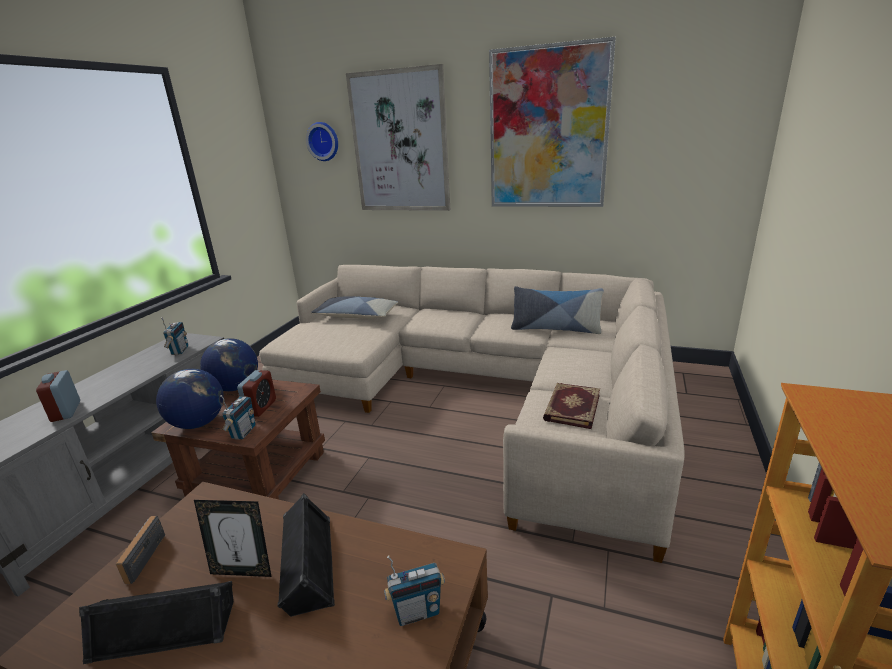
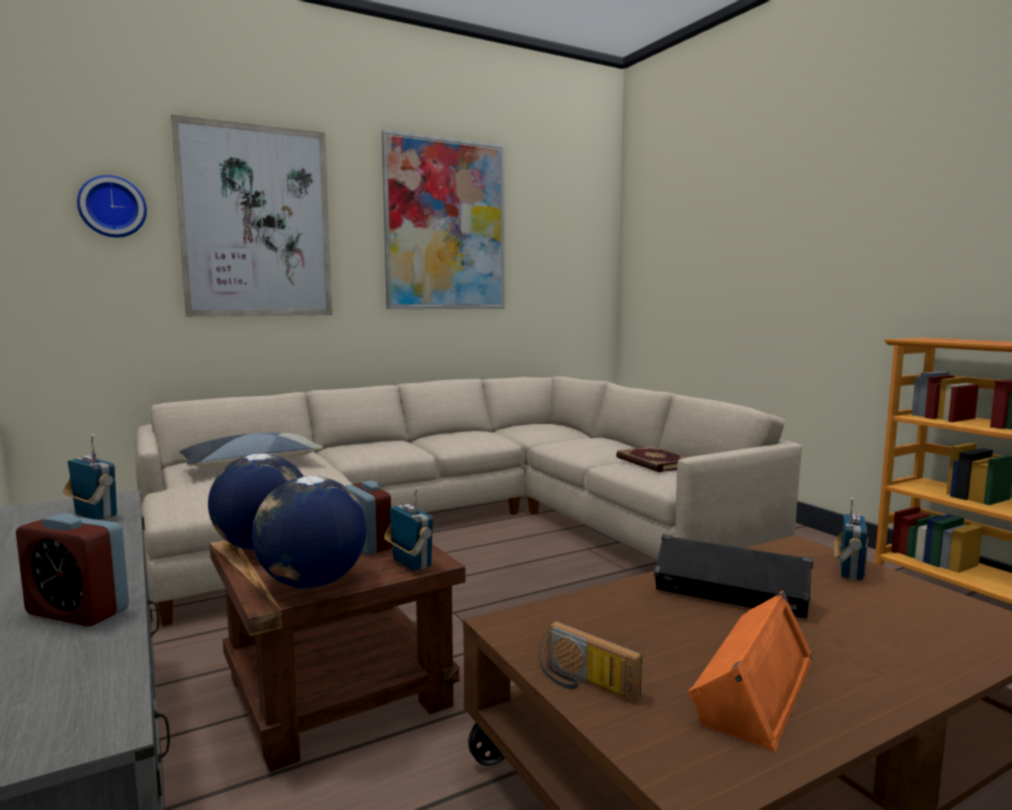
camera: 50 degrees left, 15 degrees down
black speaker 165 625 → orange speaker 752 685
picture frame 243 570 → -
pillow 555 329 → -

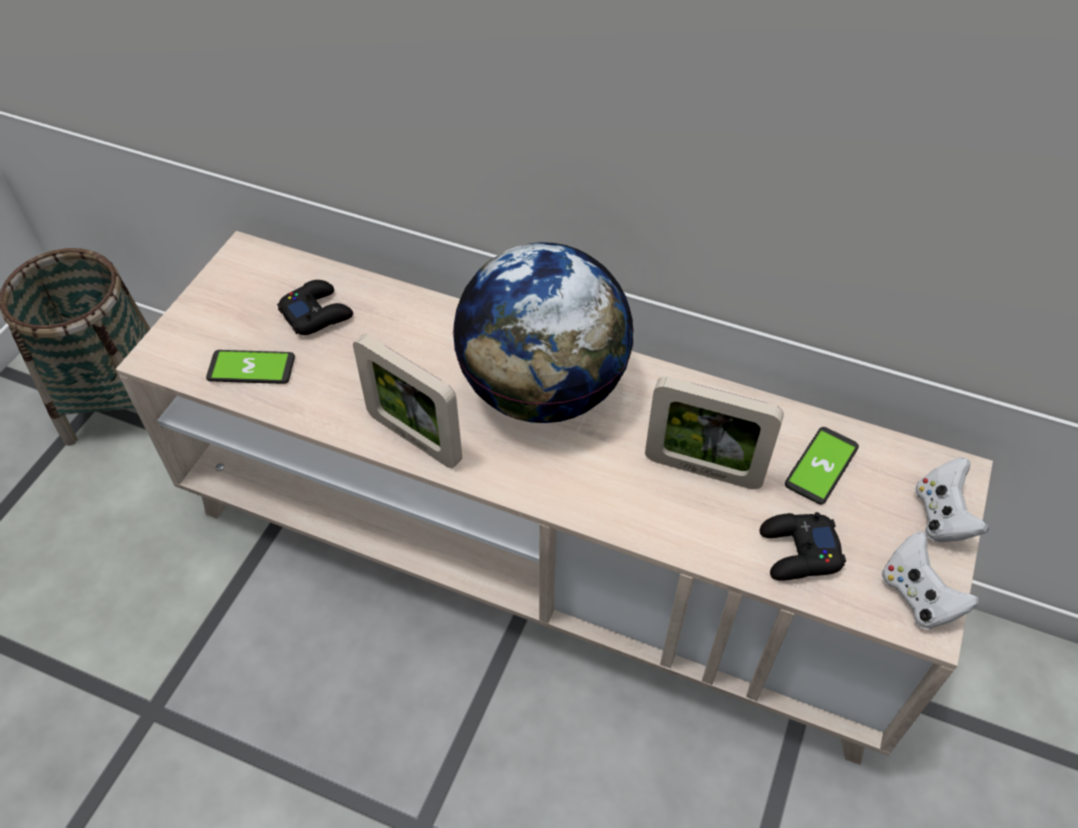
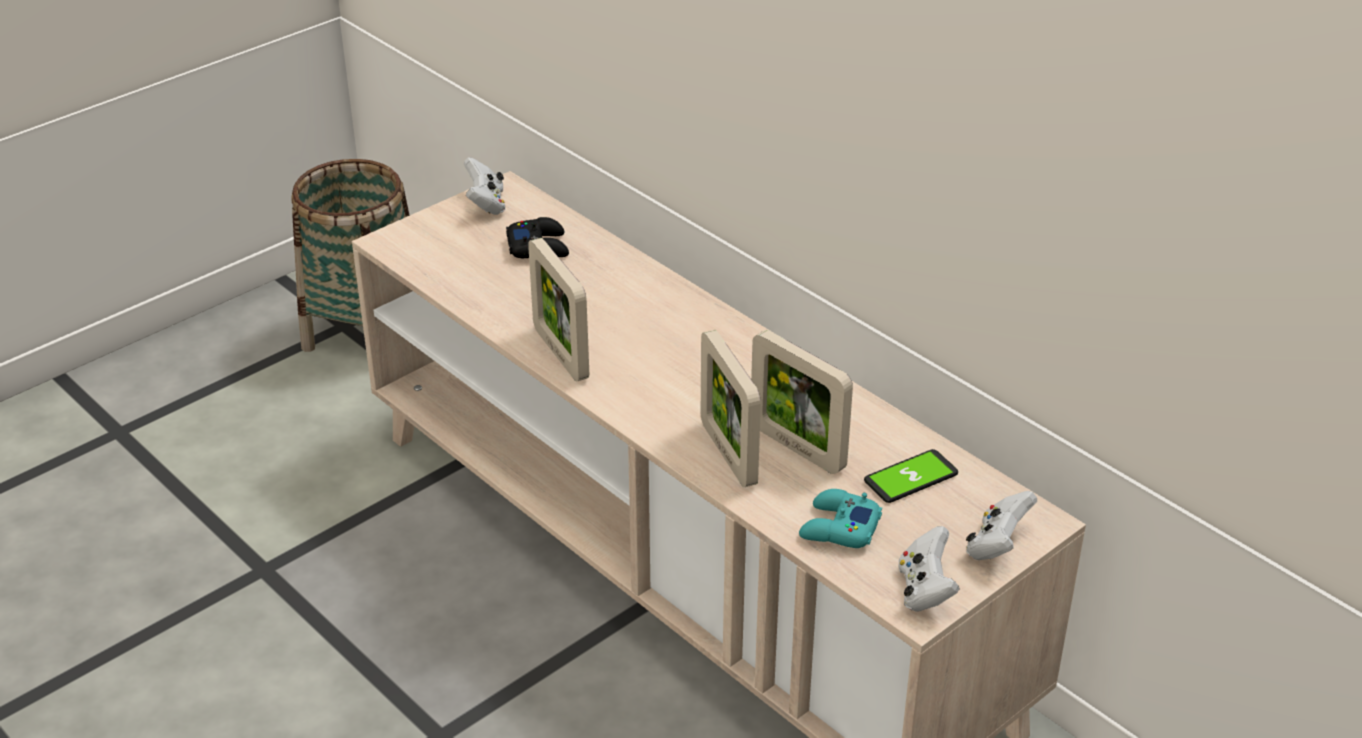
camera: 25 degrees right, 15 degrees down
- → white game controller 486 204
- → picture frame 728 454
black game controller 798 552 → turquoise game controller 838 528
phone 251 368 → -
globe 542 390 → -

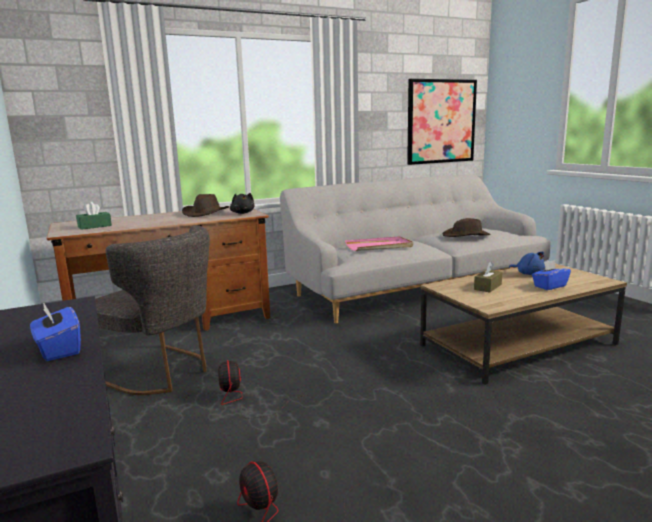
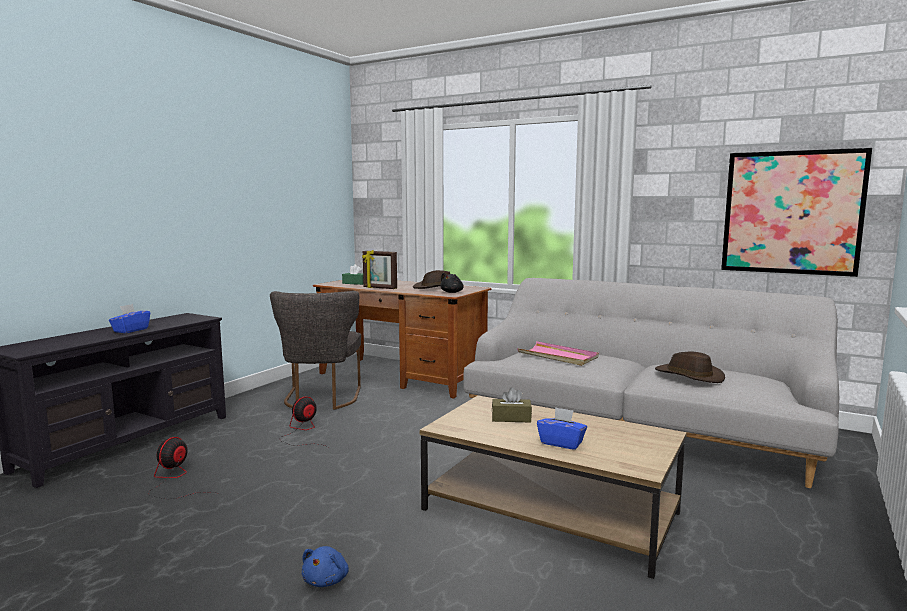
camera: 55 degrees right, 5 degrees down
blue plush toy 528 274 → blue plush toy 327 580, shifted
- → picture frame 379 288

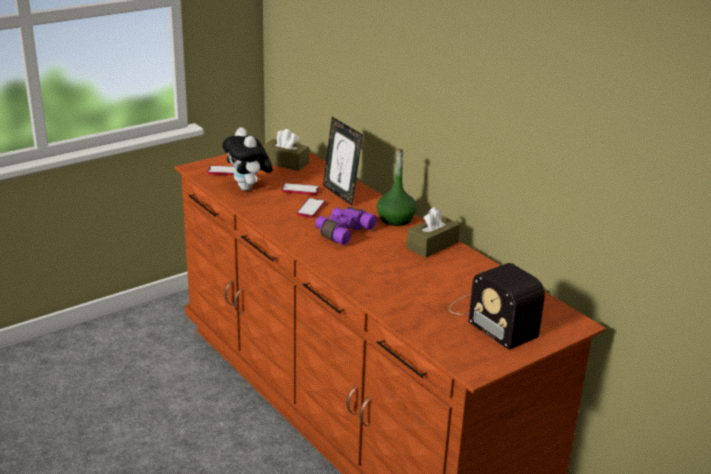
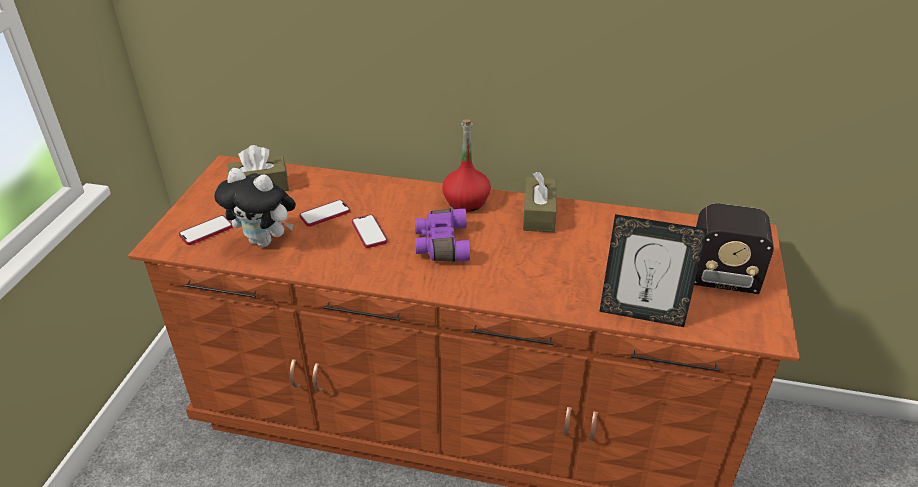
camera: 40 degrees left, 10 degrees up
green bottle 396 219 → red bottle 466 201
picture frame 341 194 → picture frame 641 314, shifted

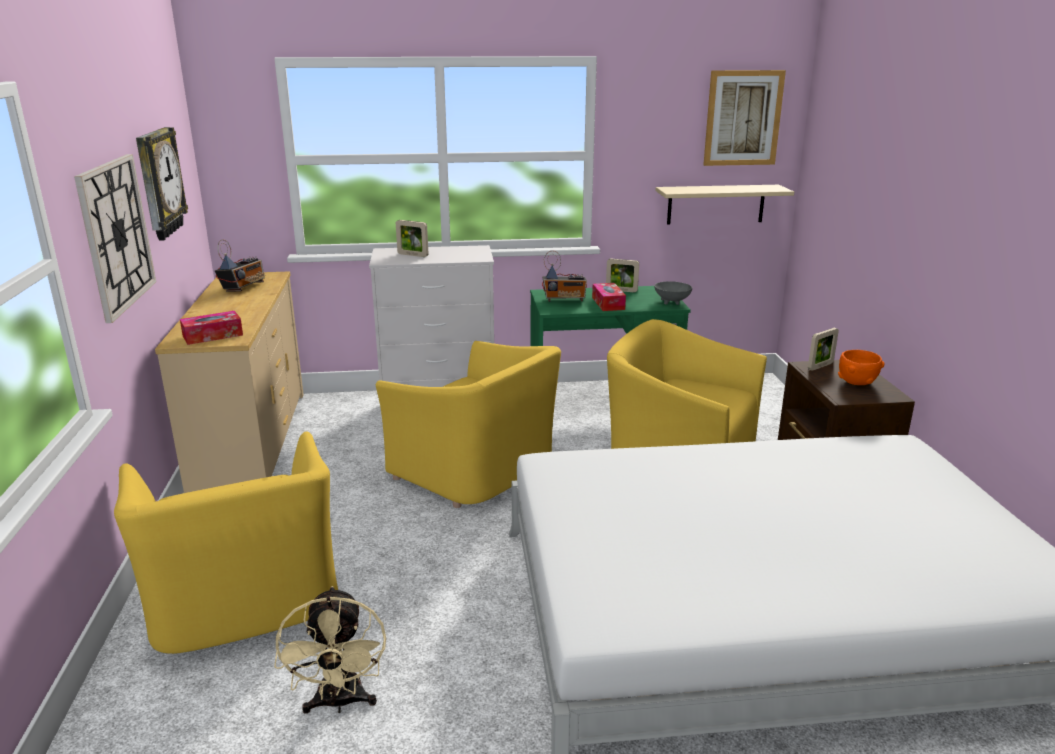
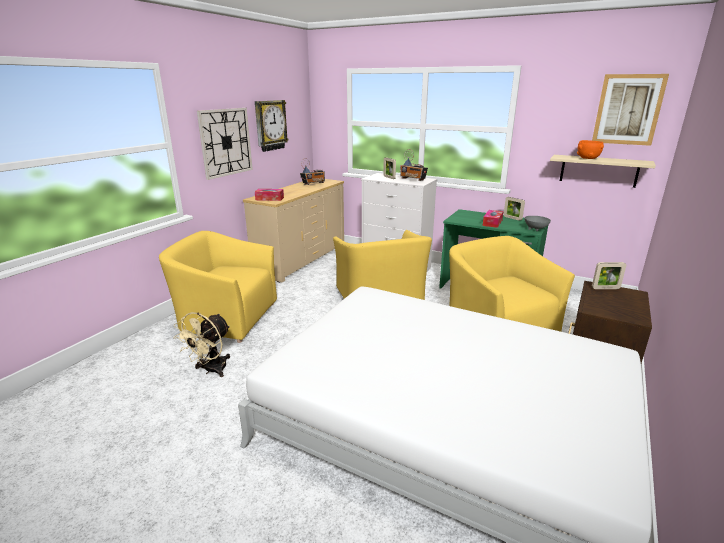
camera: 35 degrees right, 0 degrees up
yellow armchair 244 600 → yellow armchair 227 318, 90 degrees clockwise
radio 564 300 → radio 413 179, shifted
orange bowl 856 382 → orange bowl 588 158, shifted

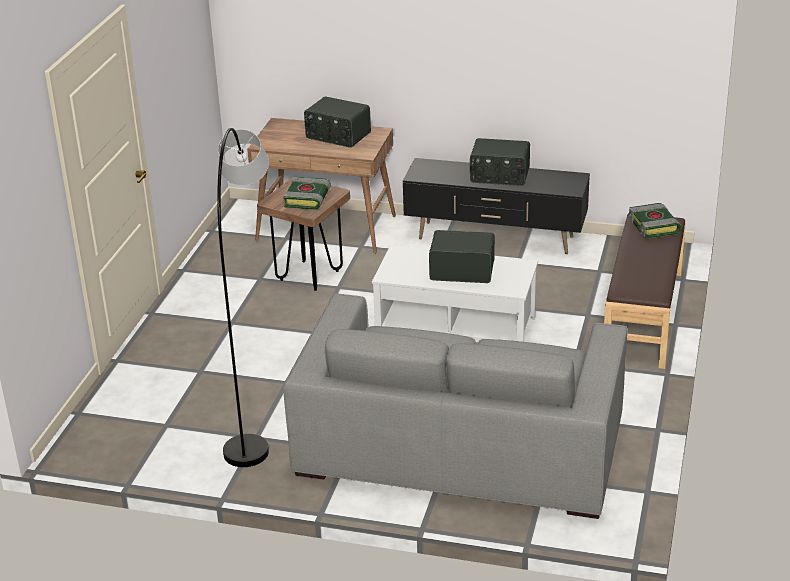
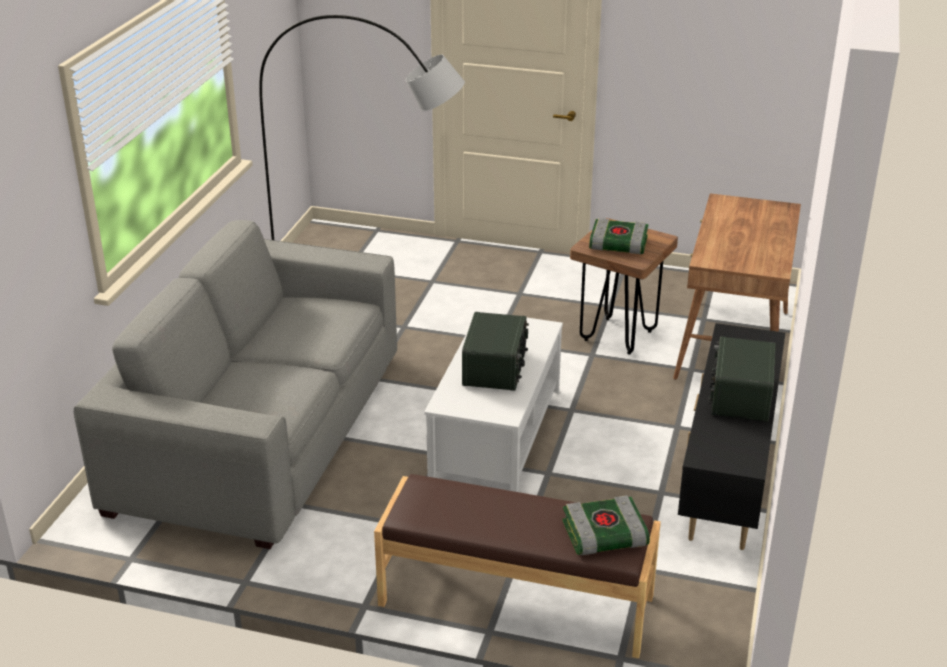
camera: 90 degrees right, 0 degrees up
radio 337 136 → -

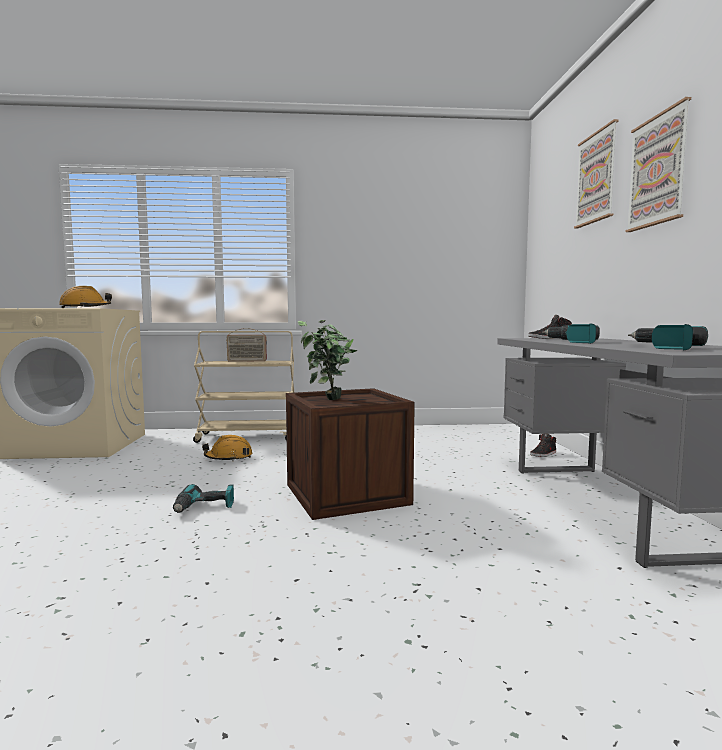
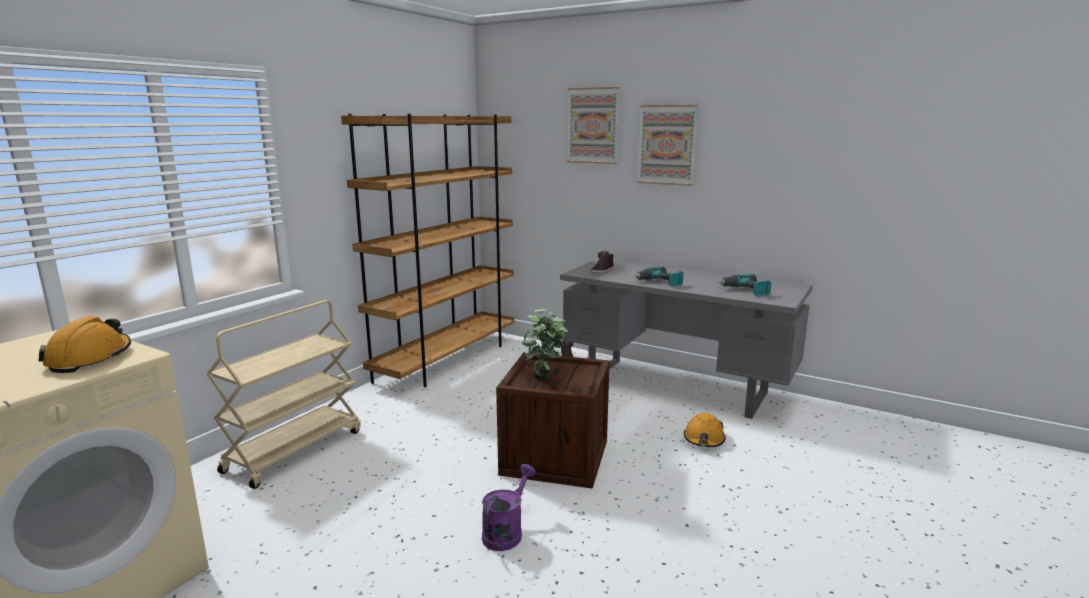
camera: 55 degrees left, 10 degrees up
- → brown bookcase 447 360
power drill 204 507 → purple watering can 506 532
orange hard hat 228 458 → orange hard hat 704 439, shifted
radio 247 361 → -

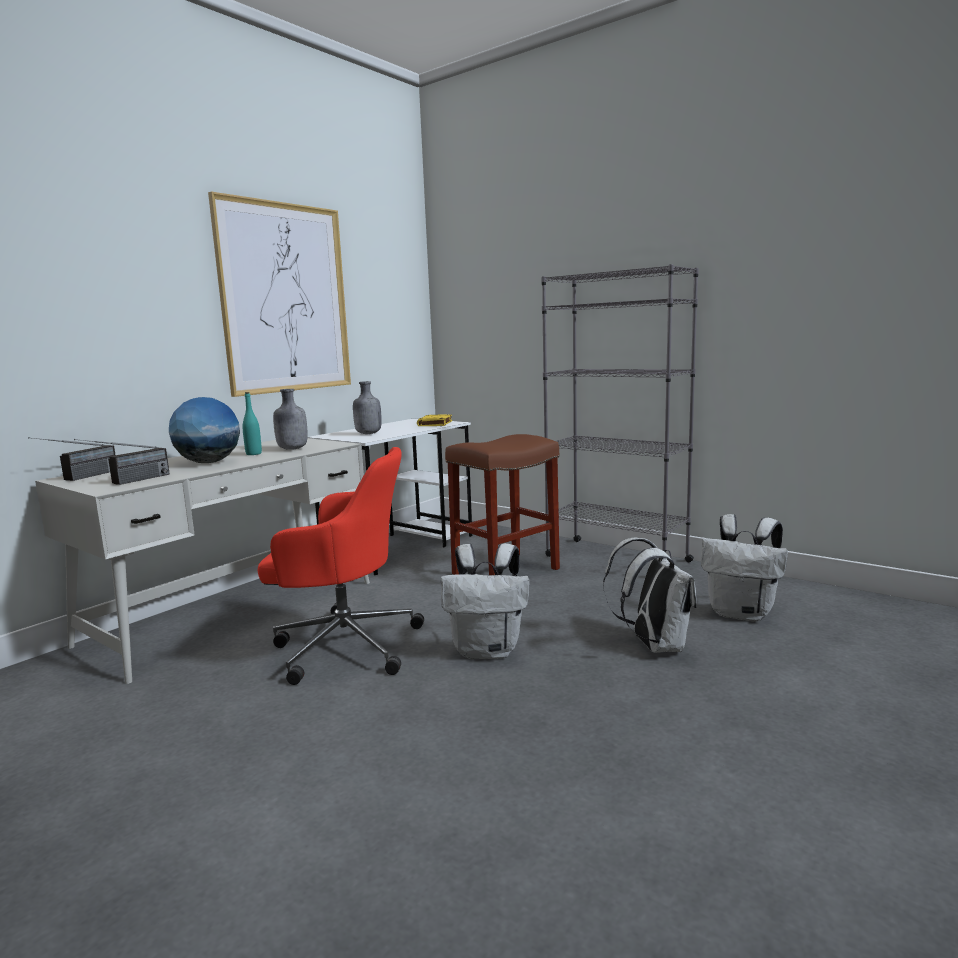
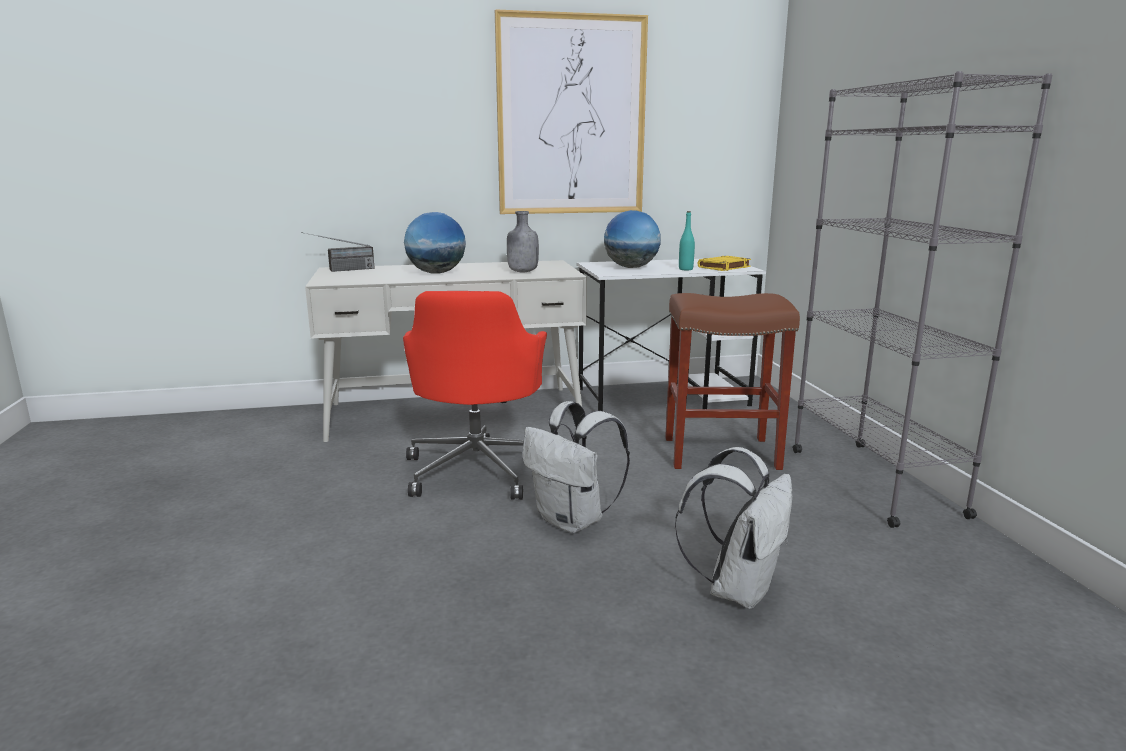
camera: 40 degrees right, 5 degrees up
red office chair 343 645 → red office chair 478 468, 45 degrees clockwise
grey bottle 368 433 → globe 631 267
turquoise bottle 253 454 → turquoise bottle 685 269, shifted
radio 128 482 → -
white backpack 742 613 → -

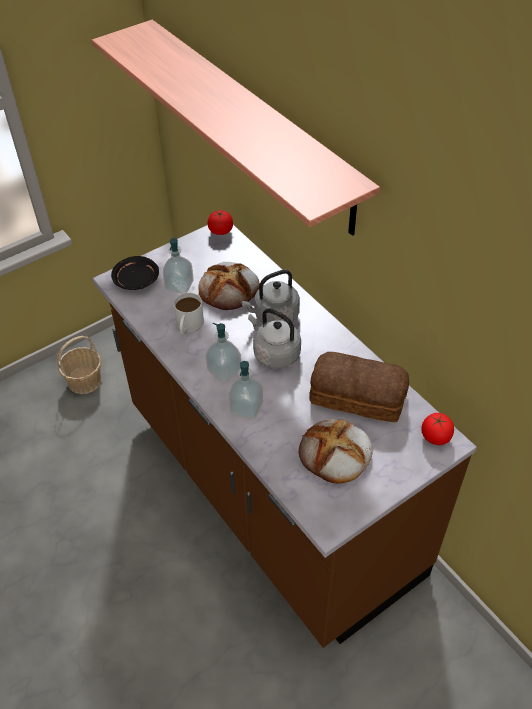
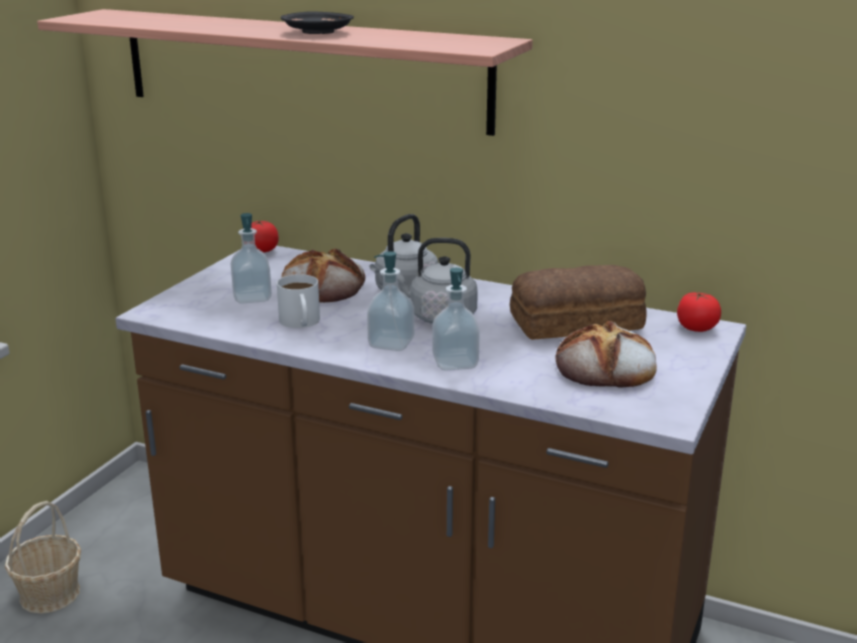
camera: 30 degrees left, 25 degrees down
black plate 136 280 → black plate 318 33, shifted

